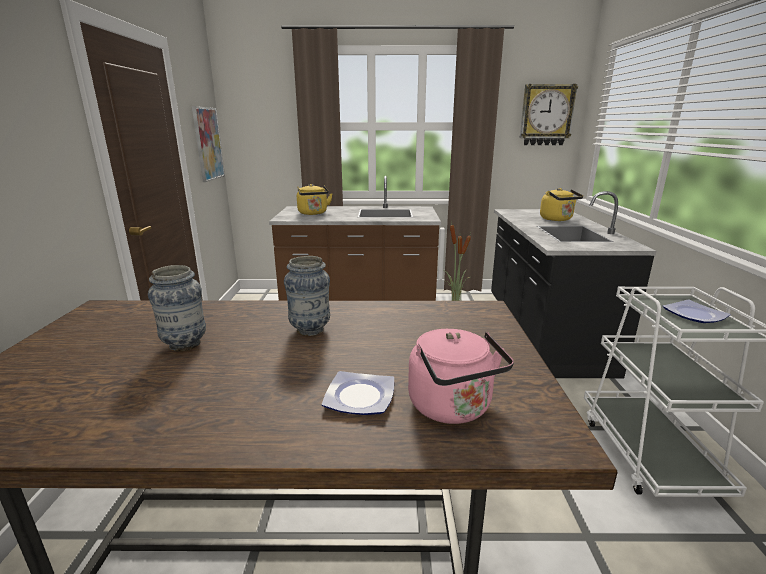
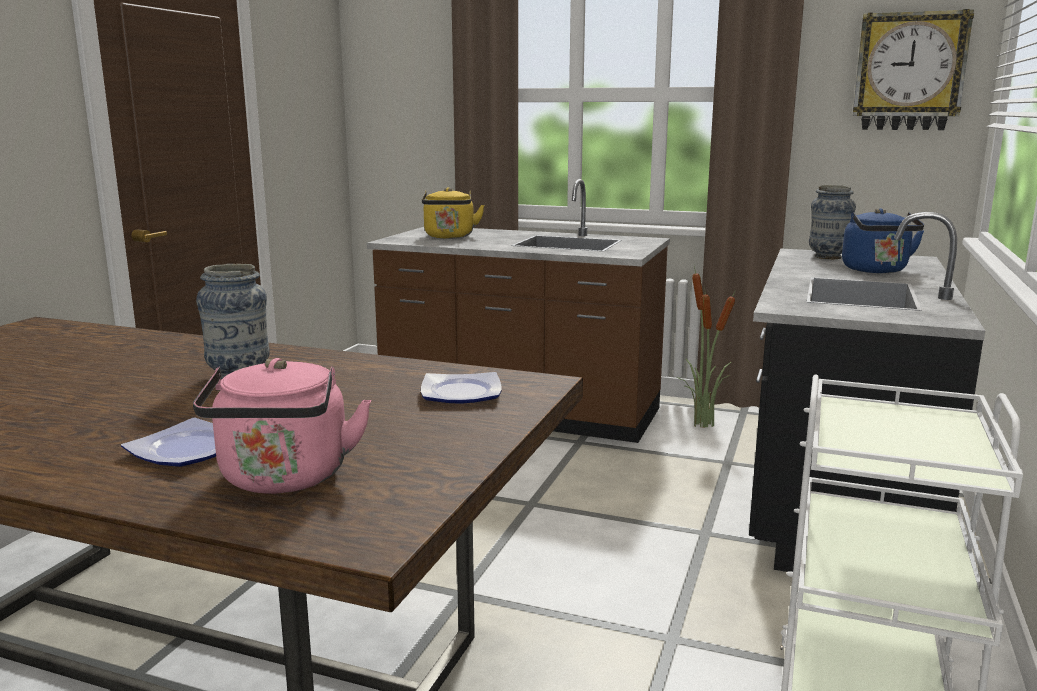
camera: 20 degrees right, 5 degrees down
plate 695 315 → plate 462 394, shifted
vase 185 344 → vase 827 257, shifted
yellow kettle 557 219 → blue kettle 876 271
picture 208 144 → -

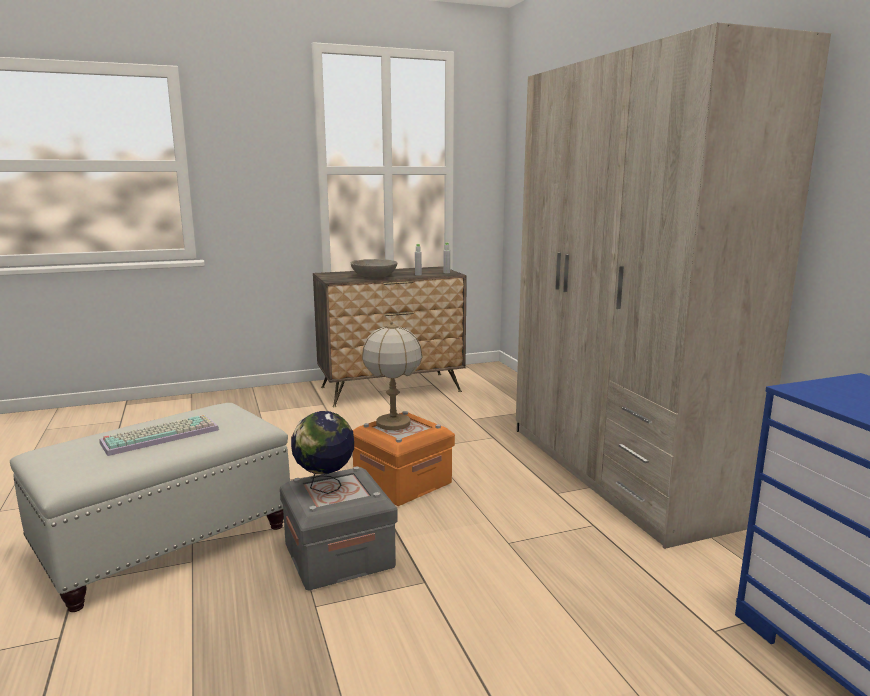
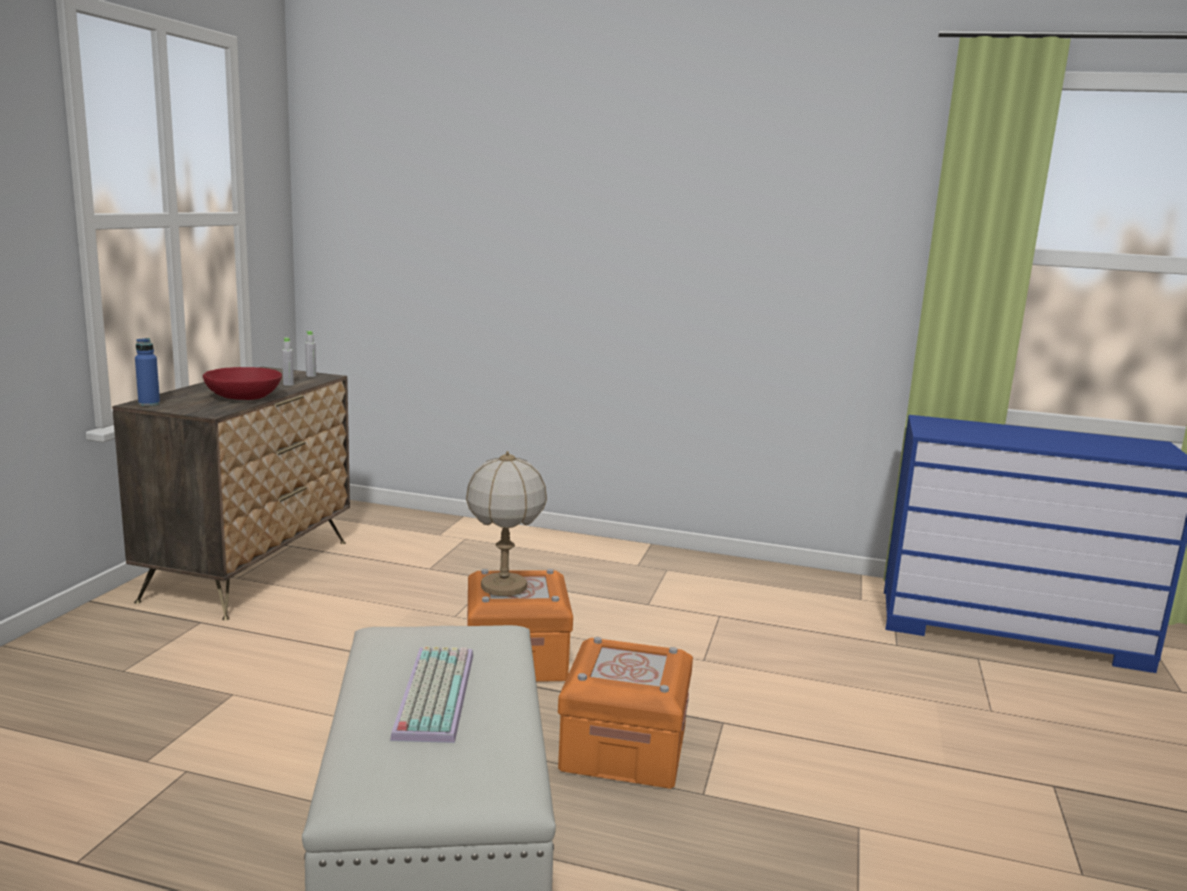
camera: 55 degrees left, 0 degrees up
- → blue bottle 149 404
grey bowl 374 277 → red bowl 244 397
grey storage box 339 556 → orange storage box 624 749
globe 325 487 → -
beige wardrobe 618 472 → -

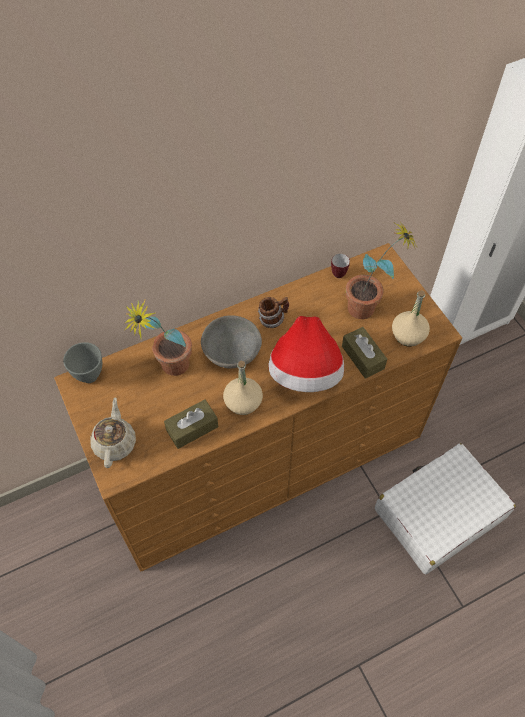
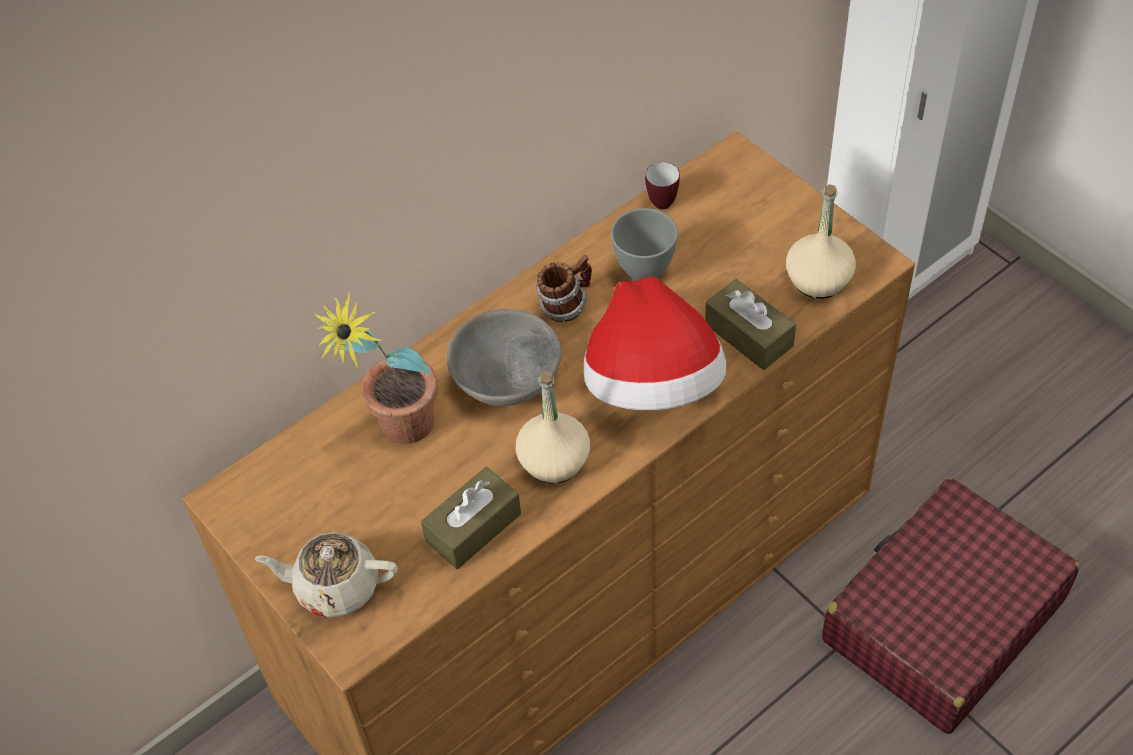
camera: 10 degrees left, 5 degrees down
beige teapot 115 442 → beige teapot 335 586, 75 degrees counterclockwise
grey bowl 89 375 → grey bowl 643 272, shifted
white suitcase 438 514 → red suitcase 942 620
potted plant 369 308 → -

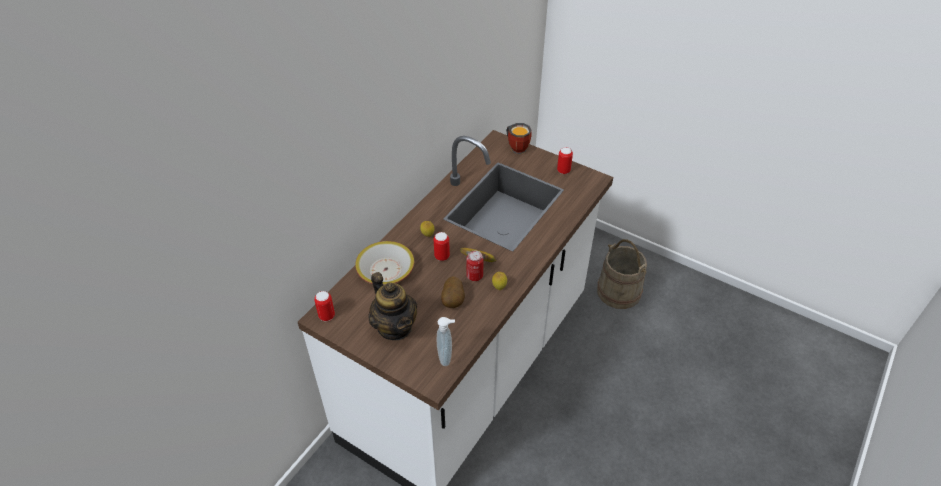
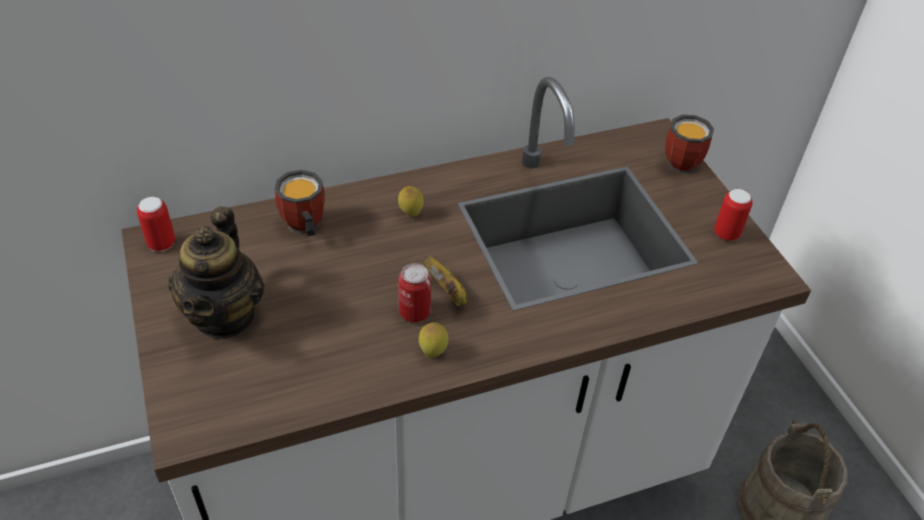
camera: 35 degrees right, 0 degrees up
bowl 386 270 → mug 302 228
can 442 256 → -
soap dispenser 446 357 → -
potato 453 301 → -

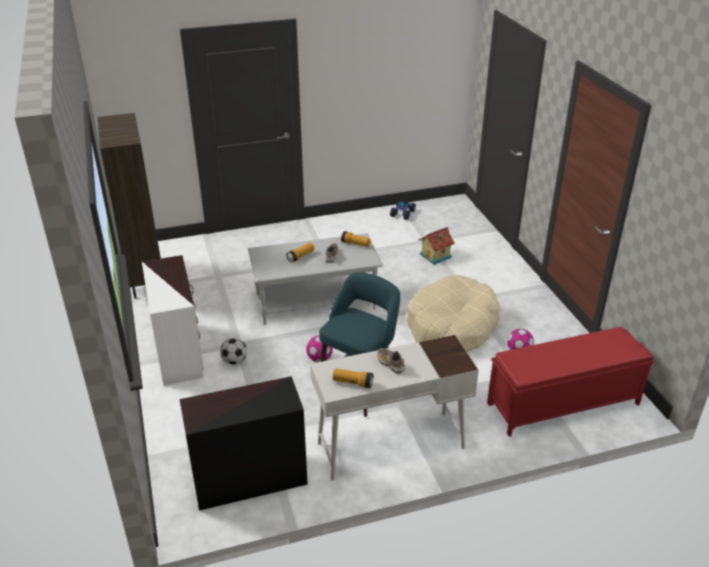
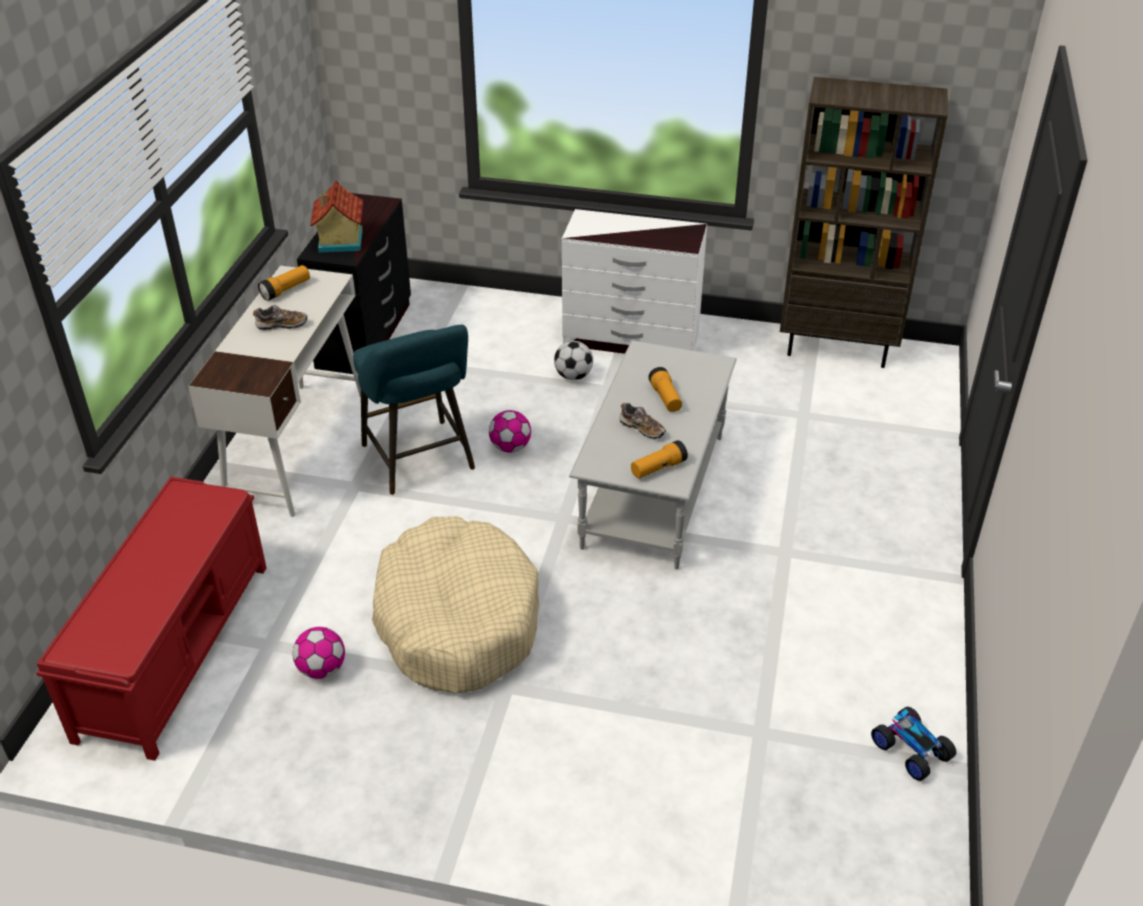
camera: 120 degrees right, 5 degrees up
toy house 436 256 → toy house 339 241, shifted

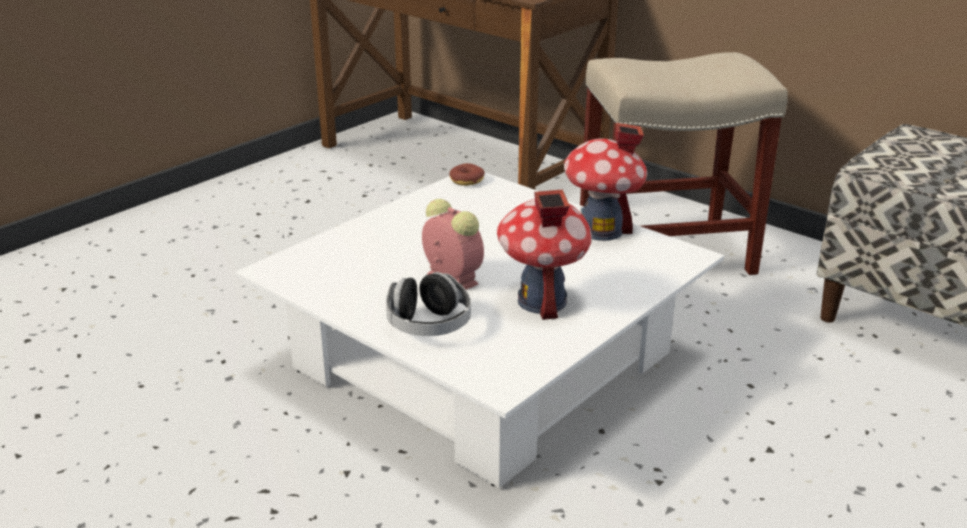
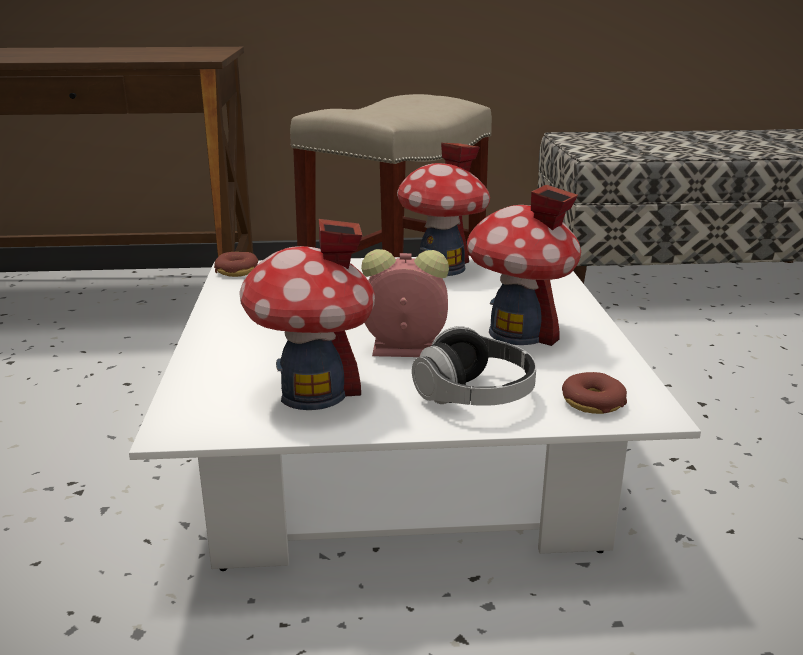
camera: 45 degrees left, 5 degrees down
- → toy house 313 393
- → donut 592 402

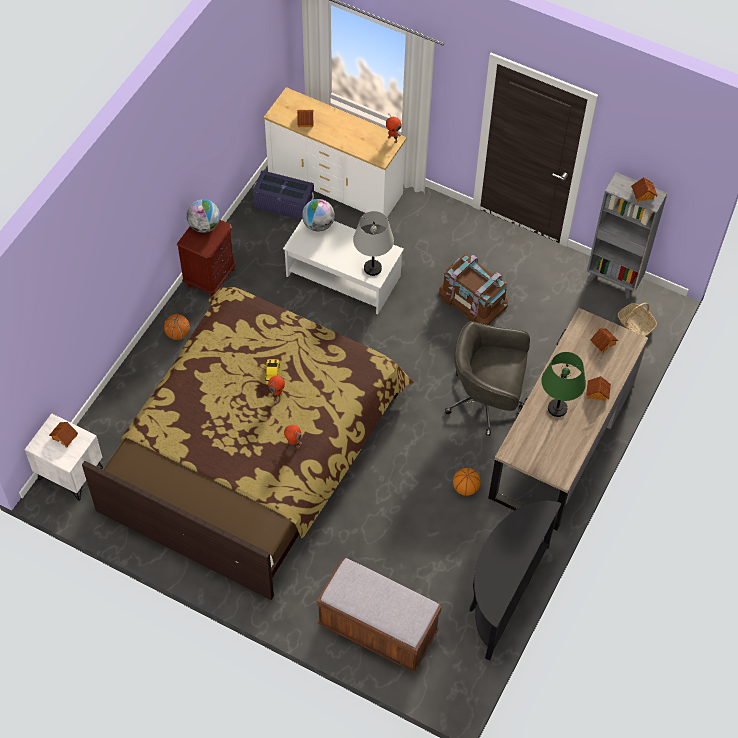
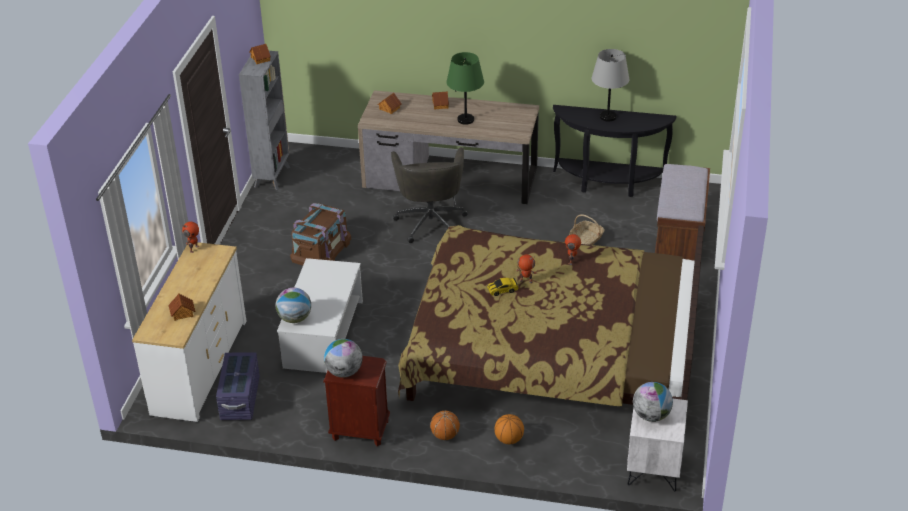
camera: 105 degrees left, 20 degrees down
basketball 465 488 → basketball 509 439, shifted
basket 635 324 → basket 586 240, shifted
grey table lamp 372 268 → grey table lamp 607 117, shifted
toy house 65 437 → globe 651 415

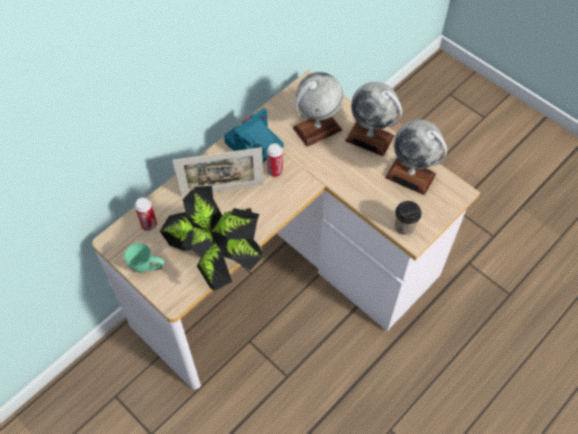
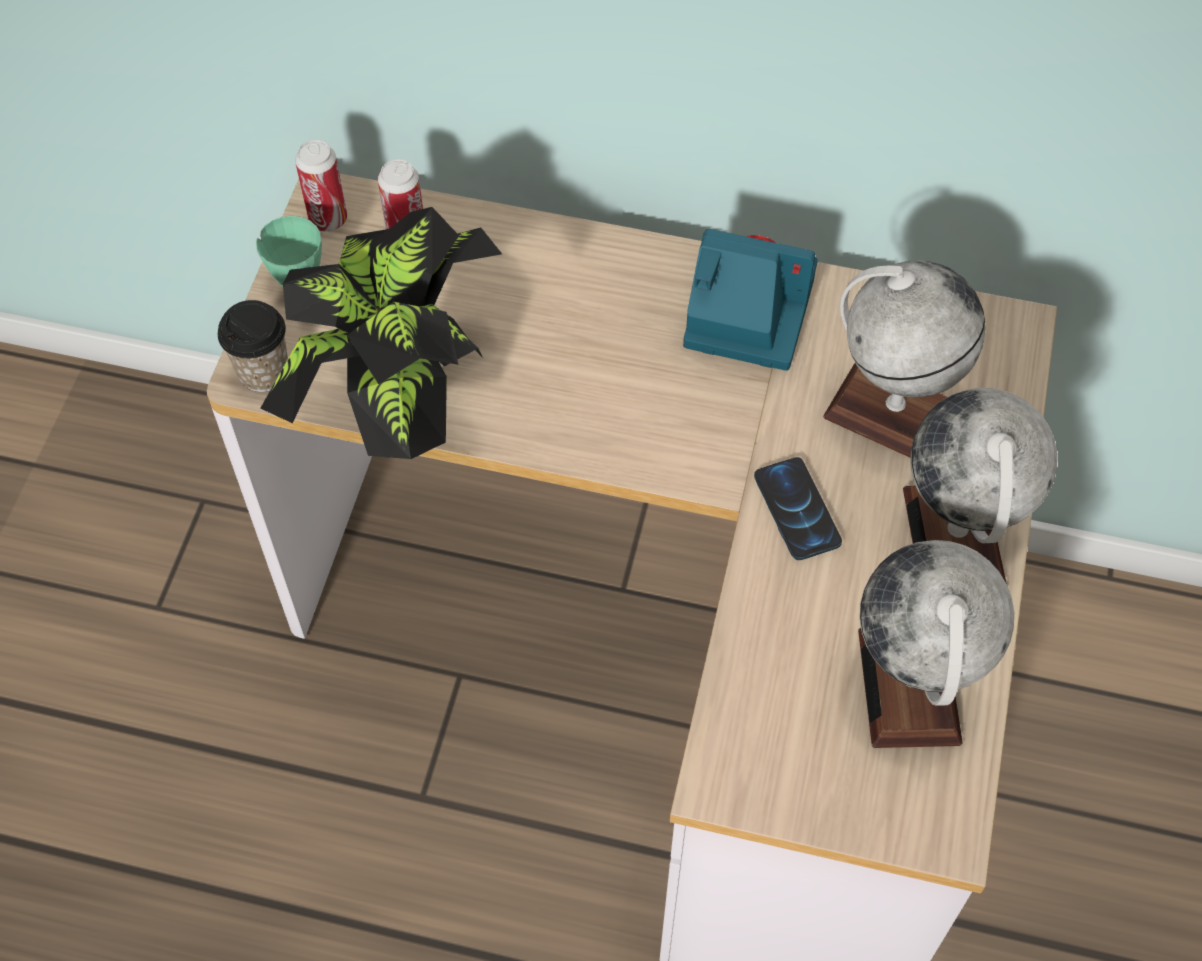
camera: 60 degrees right, 0 degrees up
cup 404 226 → cup 263 372, shifted
can 275 171 → can 328 219, shifted
- → phone 797 510
picture frame 222 190 → -

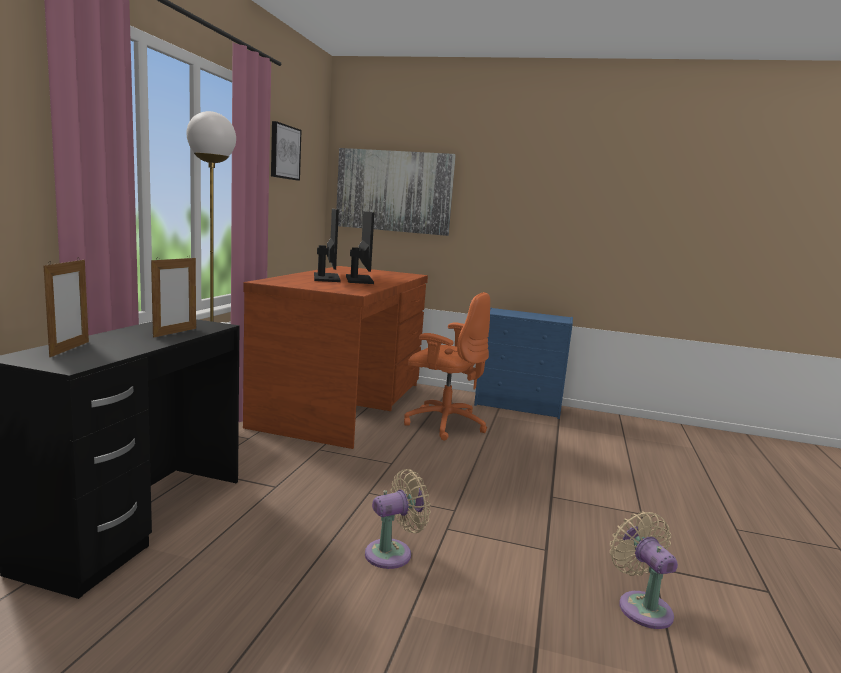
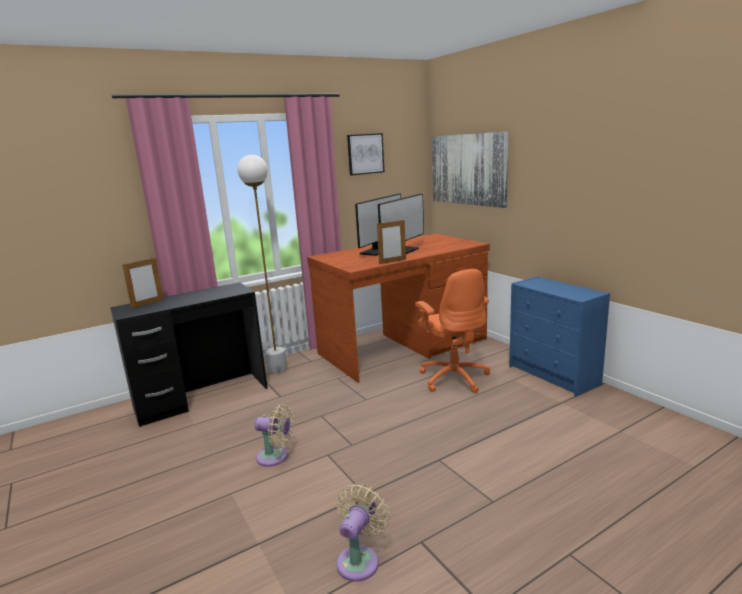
camera: 45 degrees right, 5 degrees up
picture frame 175 332 → picture frame 392 261, shifted

